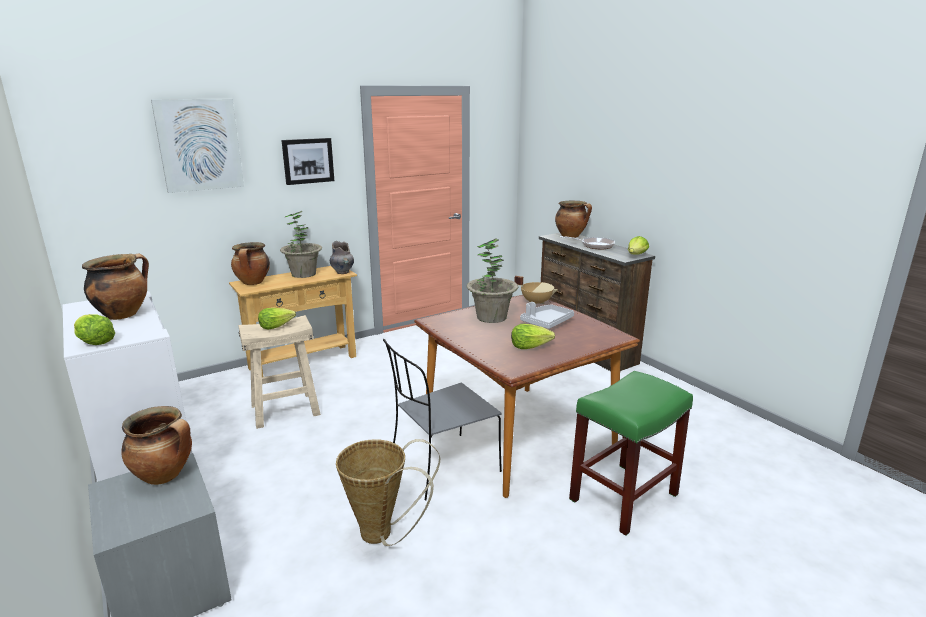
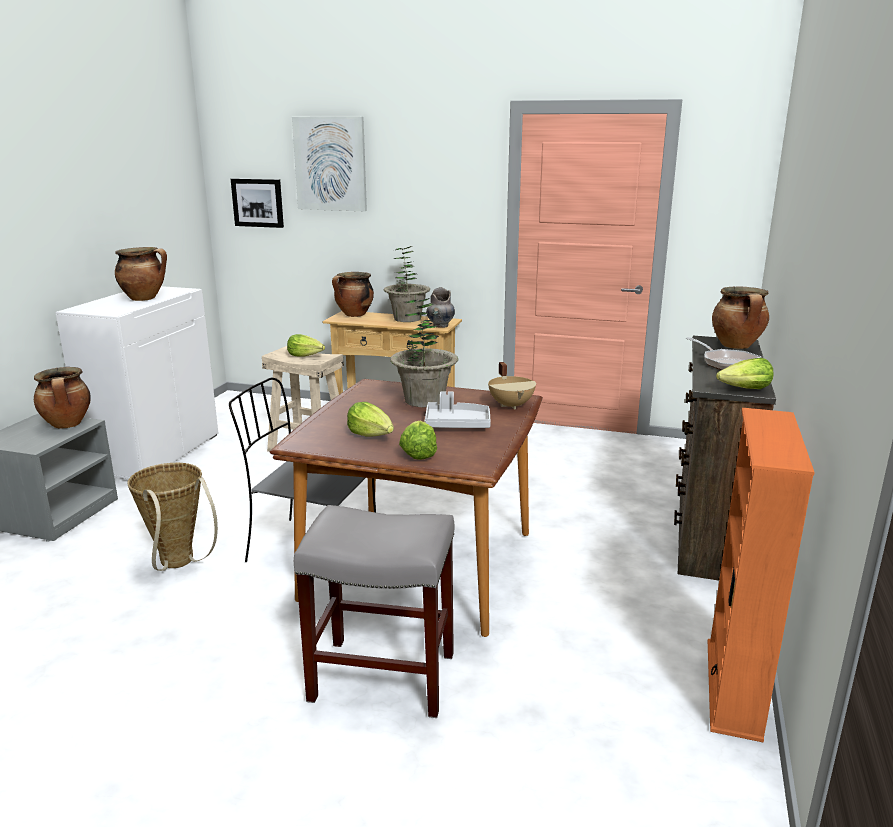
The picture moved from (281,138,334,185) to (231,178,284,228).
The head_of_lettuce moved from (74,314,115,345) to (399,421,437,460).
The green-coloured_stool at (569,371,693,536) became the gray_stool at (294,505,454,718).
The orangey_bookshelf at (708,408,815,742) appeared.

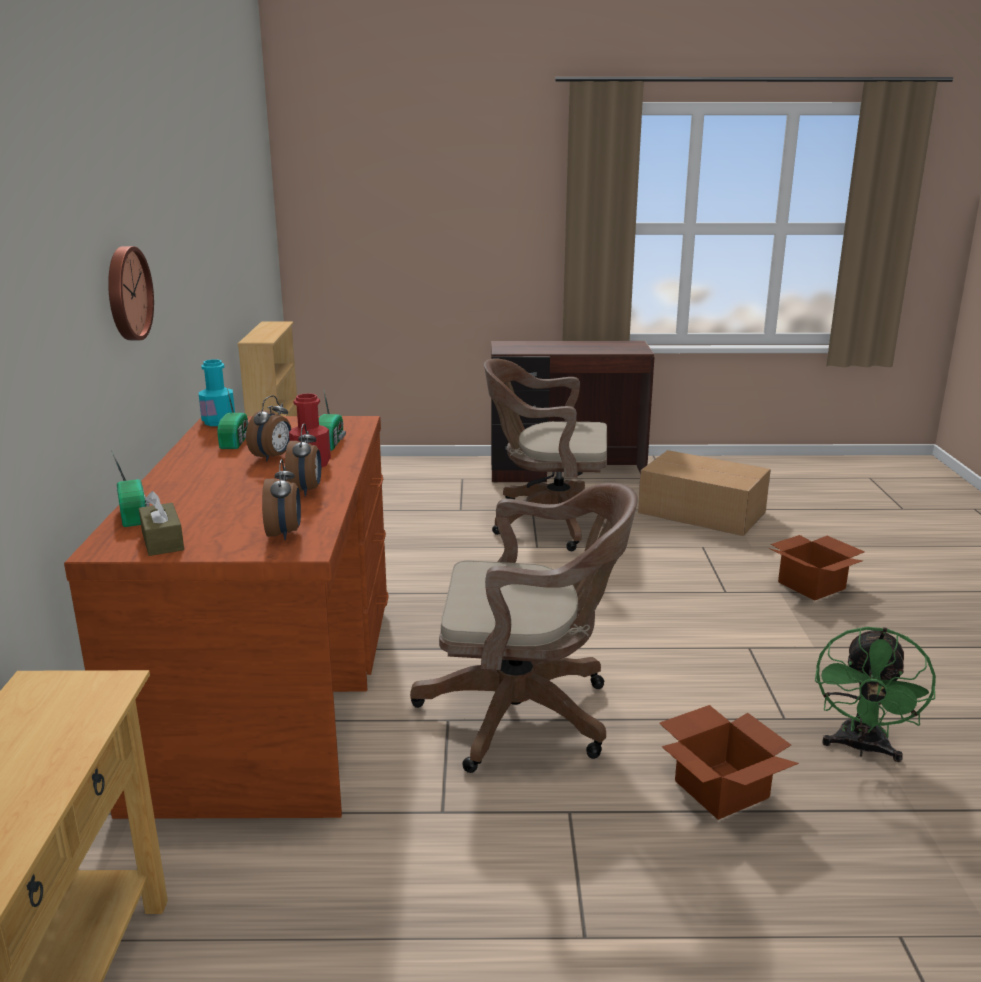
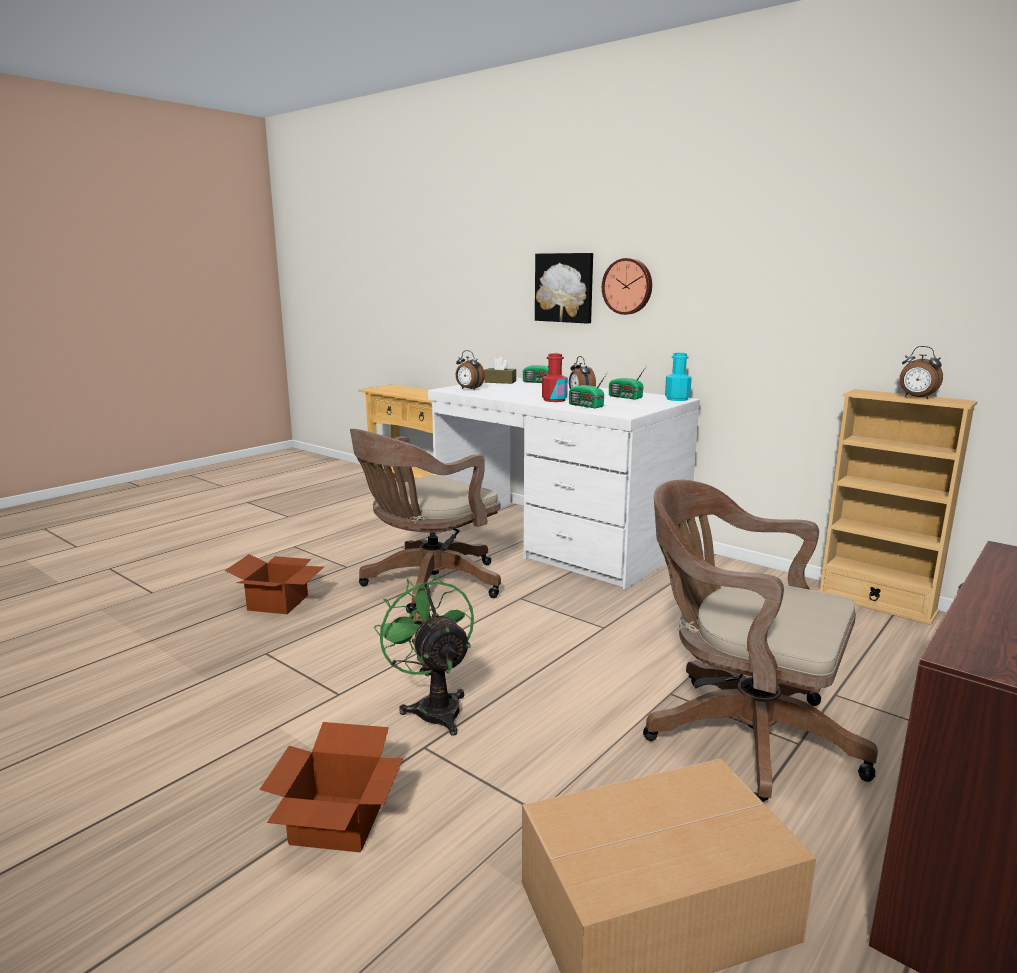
The brown-coloured_office_chair at (484,358,607,551) turned 105 degrees counterclockwise.
The brown-coloured_desk_unit at (64,416,389,819) became the white_desk_unit at (428,378,700,590).
The bedside_clock moved from (285,423,321,496) to (900,346,943,399).
The green-coloured_electric_fan moved from (815,627,936,762) to (374,575,474,736).
The picture at (535,253,593,324) appeared.

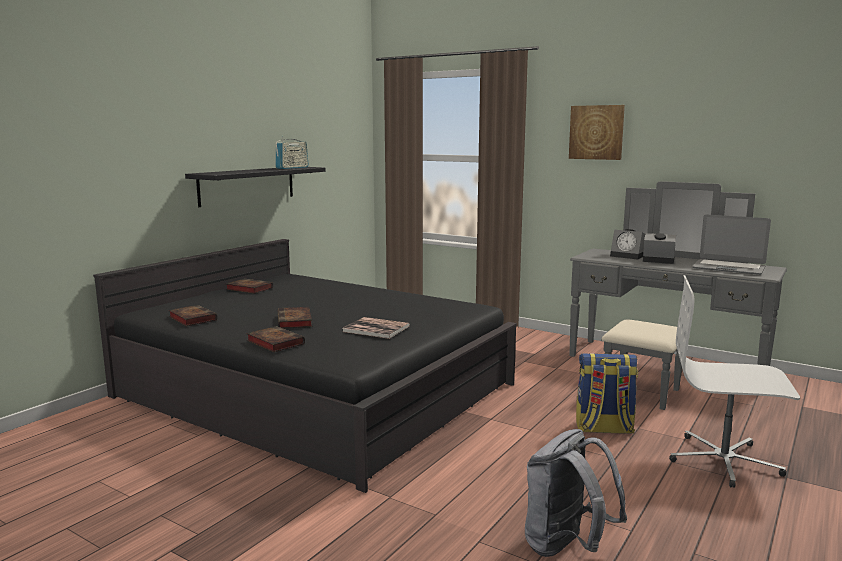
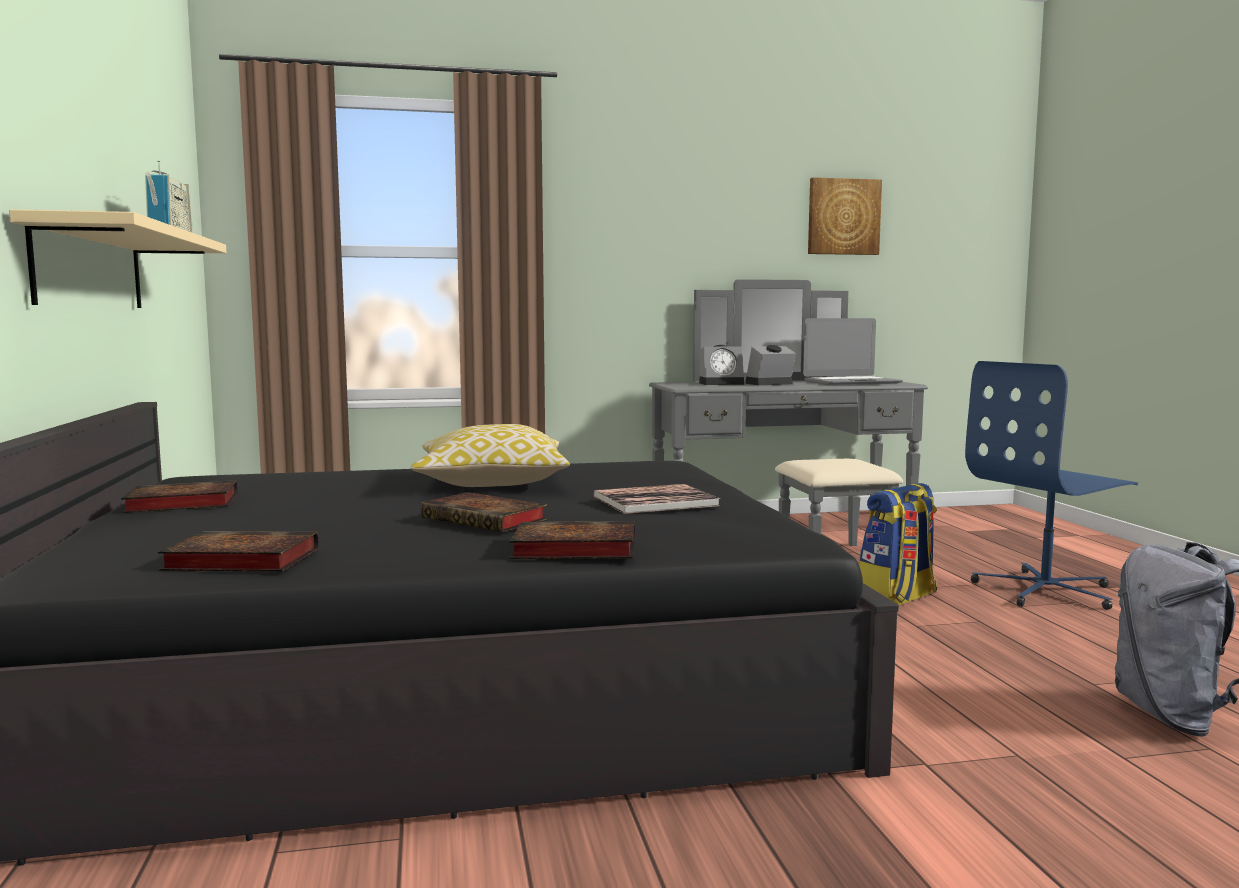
The picture moved from (569,105,625,160) to (808,177,882,255).
The blackish_bracket_shelf at (185,167,326,207) became the beige-coloured_bracket_shelf at (9,209,227,308).
The white_office_chair at (669,275,800,488) became the blue-coloured_office_chair at (965,361,1138,610).
The cushion at (411,424,570,487) appeared.

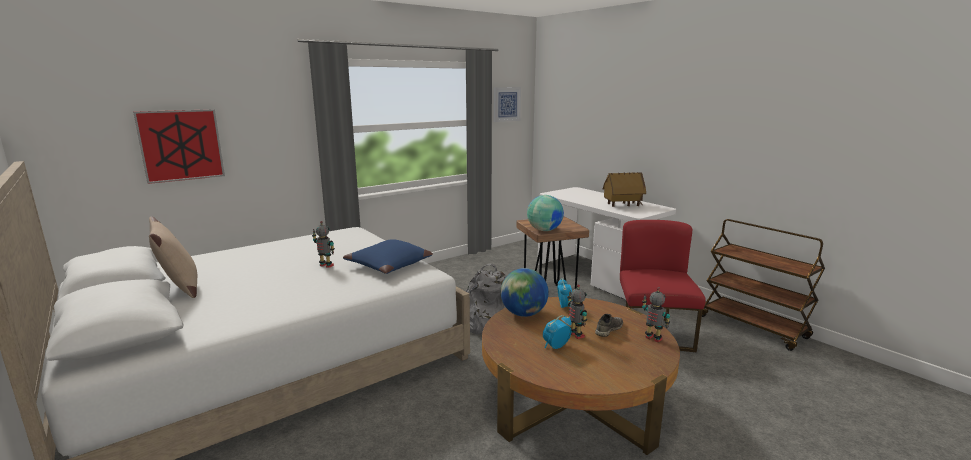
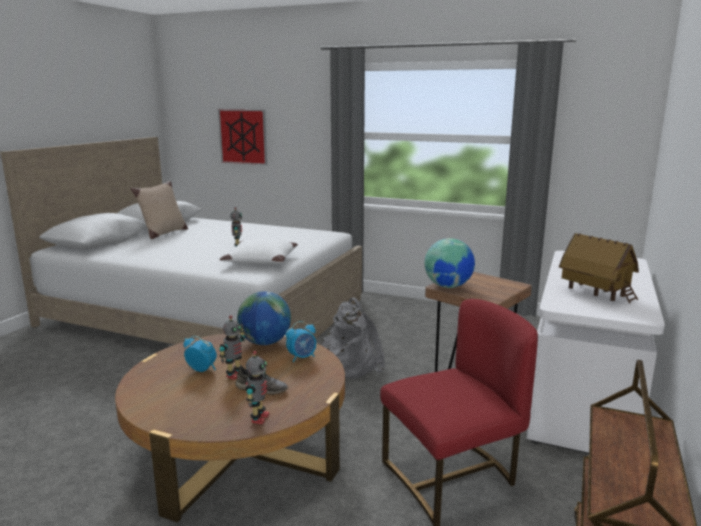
The picture at (494,87,521,122) disappeared.
The blue-coloured_cushion at (343,239,433,274) became the white_cushion at (220,239,298,265).

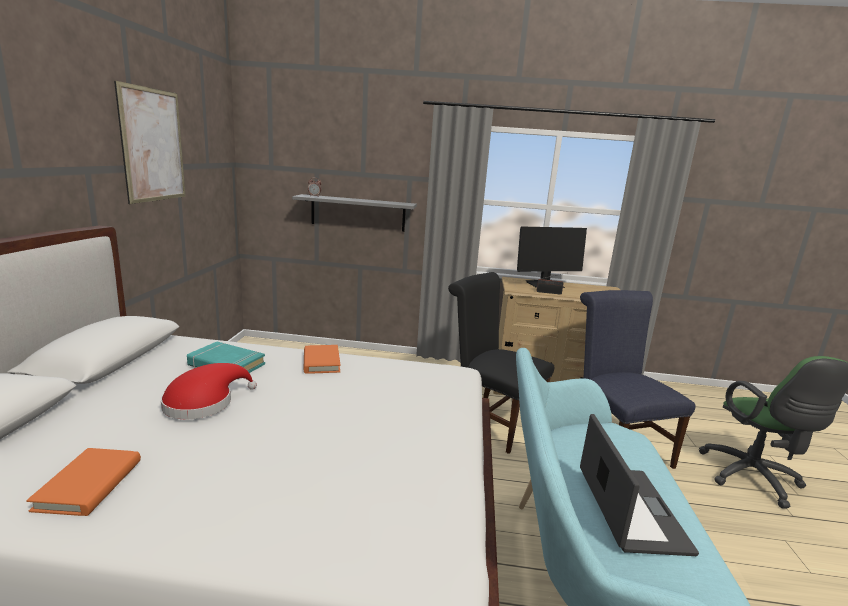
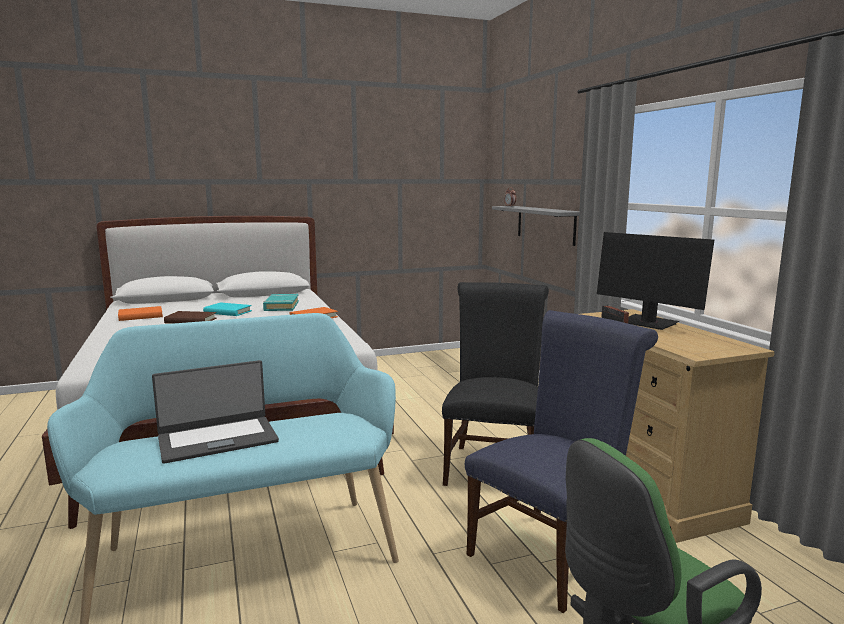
The picture at (114,80,186,204) disappeared.
The reddish_clothing_hat at (161,363,257,419) was replaced by the turquoise_book at (203,303,252,316).
The brown-coloured_book at (164,311,216,324) appeared.

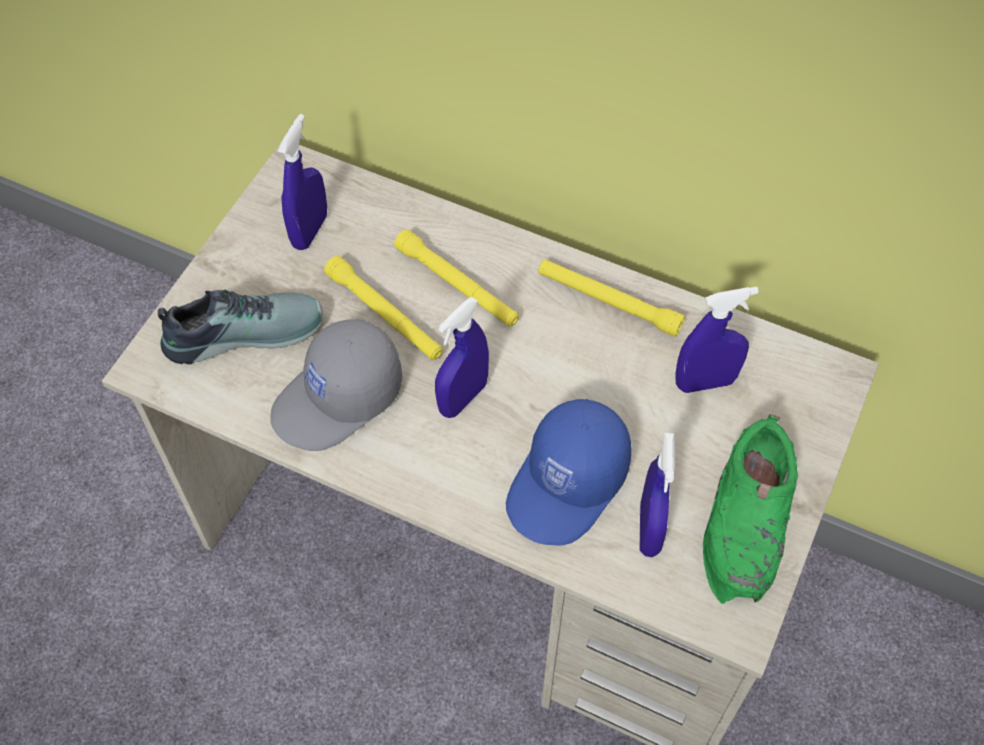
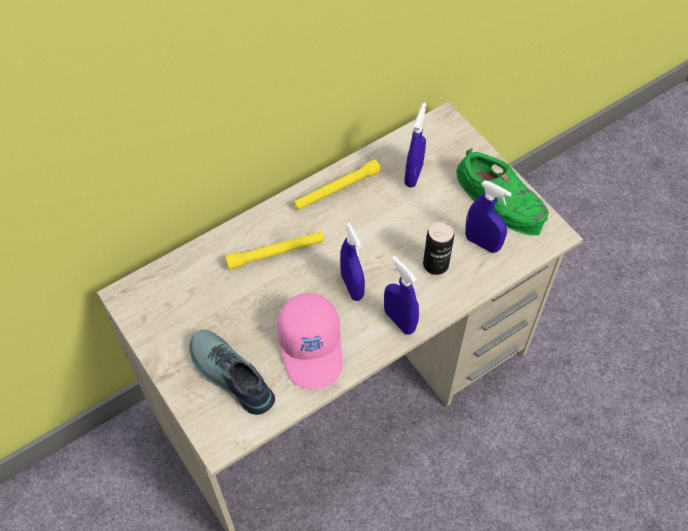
The blue-coloured_hand_sprayer moved from (278,114,327,250) to (384,256,419,335).
The yellow_flashlight at (324,256,443,360) disappeared.
The item_of_footwear at (158,290,323,364) turned 60 degrees counterclockwise.
The gray_cap at (270,319,402,451) became the pink-coloured_cap at (277,293,343,390).
The blue-coloured_cap at (506,399,632,546) was replaced by the metal_can at (423,221,454,275).

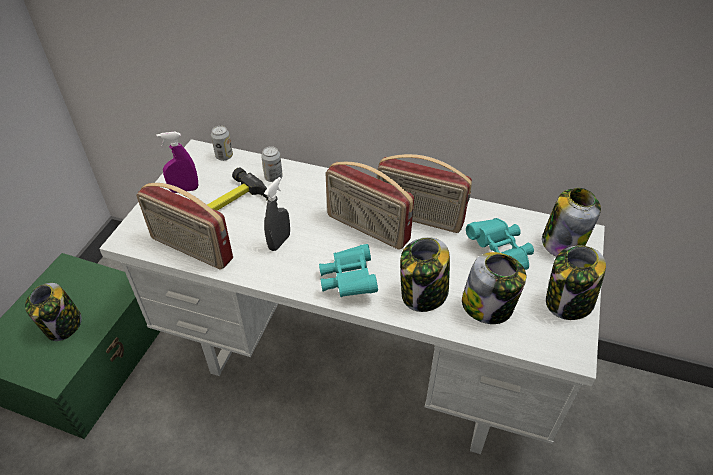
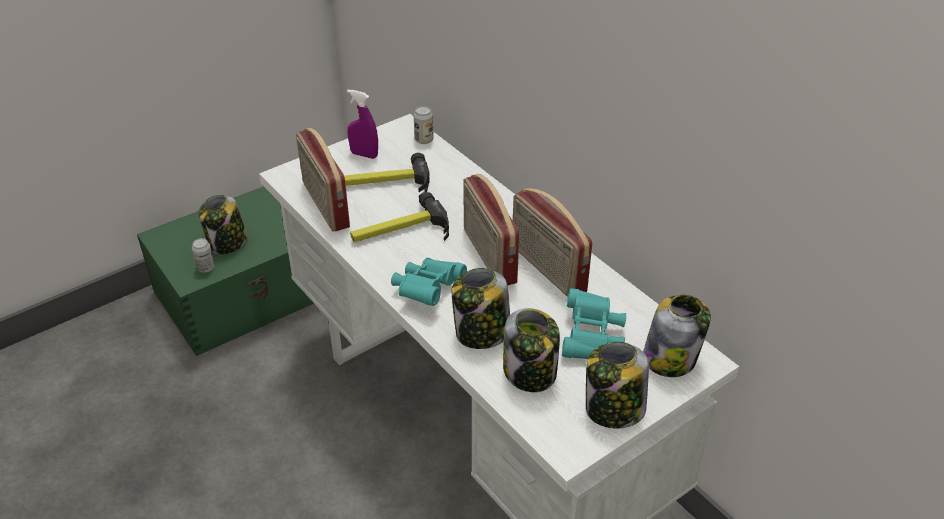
The metal_can moved from (261,146,283,182) to (192,238,215,273).
The gray_hand_sprayer at (264,177,290,251) was replaced by the hammer at (350,192,449,242).

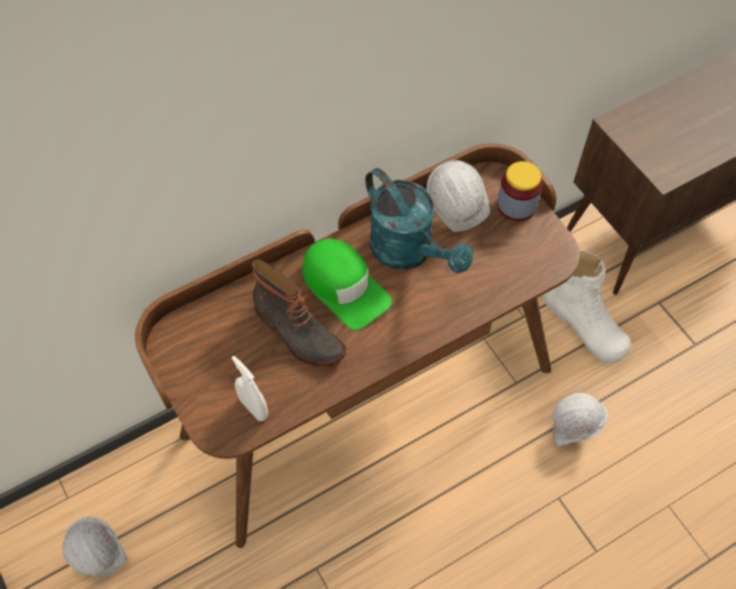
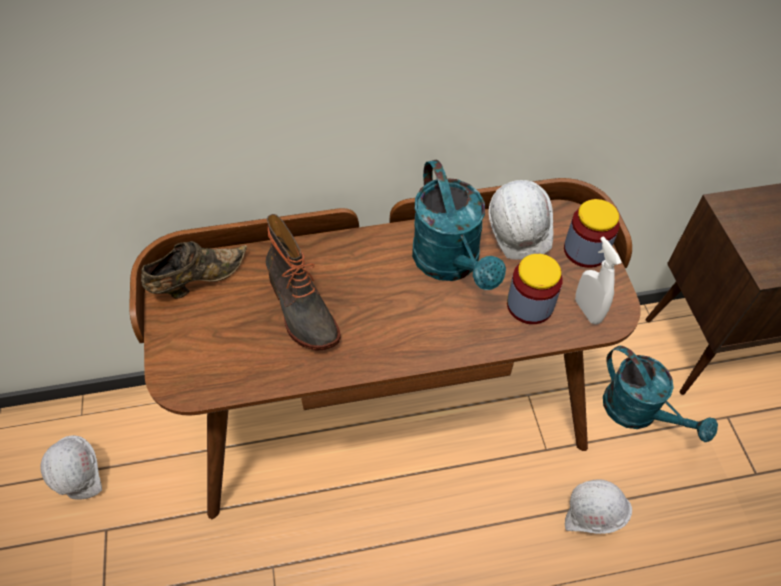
The green-coloured_cap at (302,239,392,330) disappeared.
The white_boot at (543,250,631,363) was replaced by the turquoise_watering_pot at (603,346,718,442).
The white_hand_sprayer moved from (231,356,268,421) to (575,236,622,324).
The brown-coloured_item_of_footwear at (141,241,247,299) appeared.
The jar at (507,254,563,324) appeared.

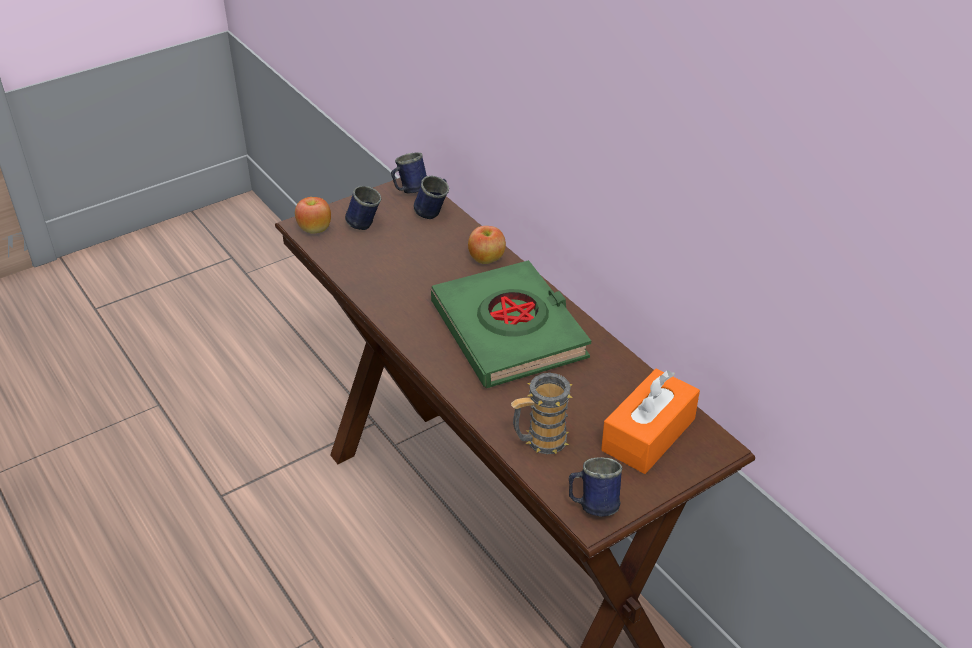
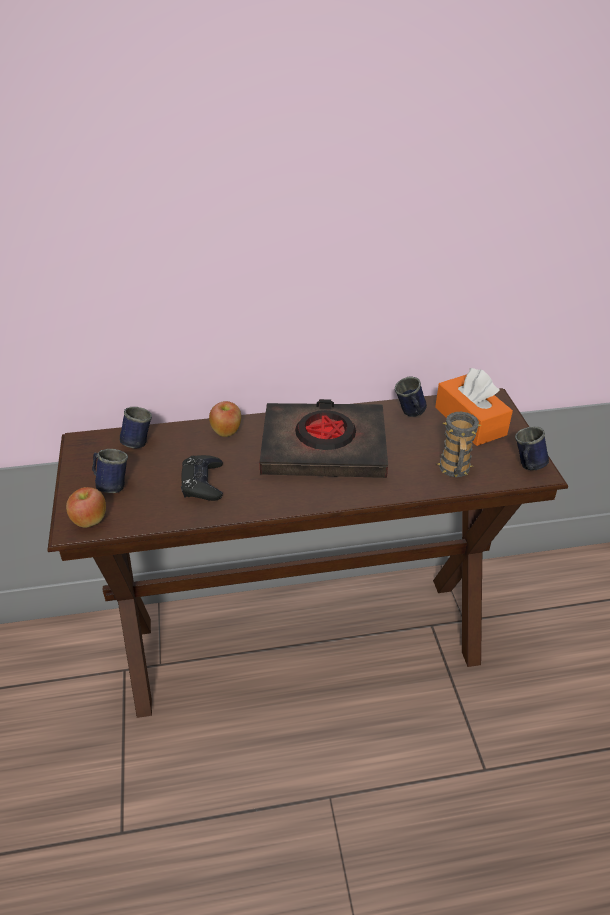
The blue-coloured_coffee_mug moved from (391,152,427,193) to (395,377,427,417).
The green-coloured_book at (431,260,591,388) became the blackish_book at (260,399,388,478).
The blackish_gamepad at (181,455,223,501) appeared.

